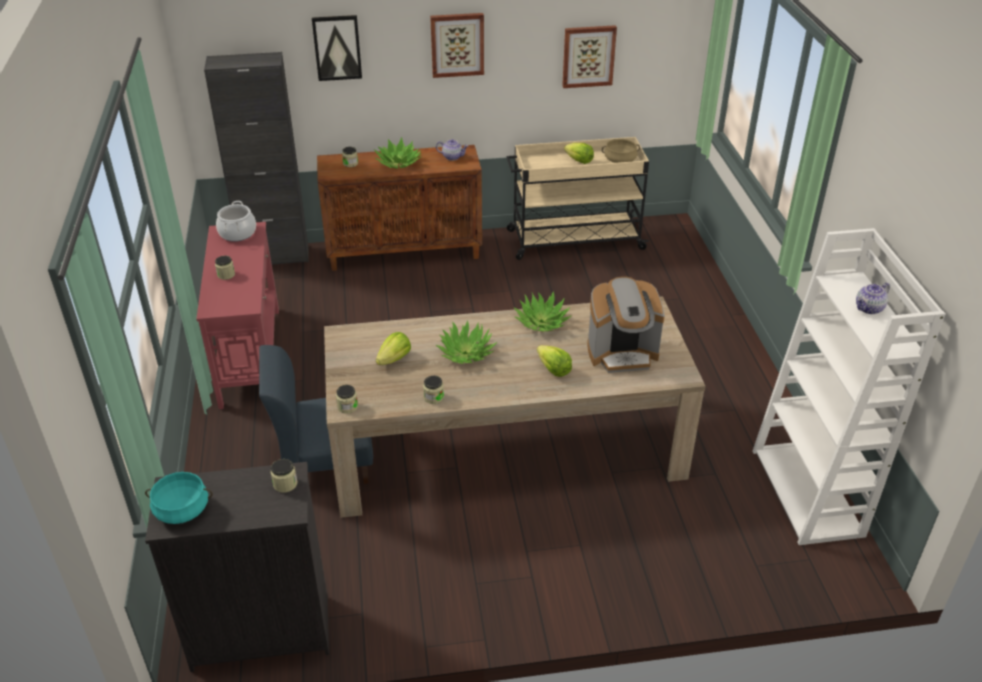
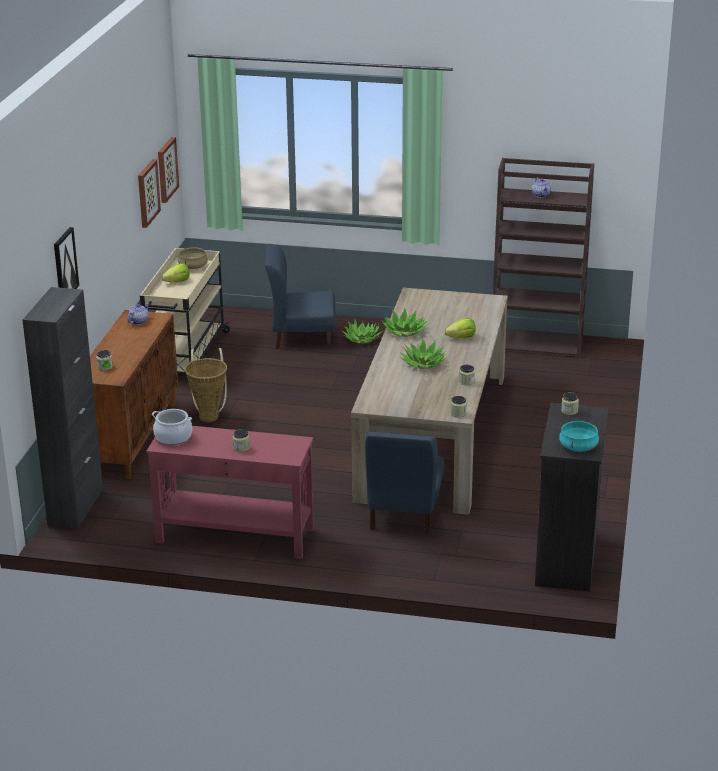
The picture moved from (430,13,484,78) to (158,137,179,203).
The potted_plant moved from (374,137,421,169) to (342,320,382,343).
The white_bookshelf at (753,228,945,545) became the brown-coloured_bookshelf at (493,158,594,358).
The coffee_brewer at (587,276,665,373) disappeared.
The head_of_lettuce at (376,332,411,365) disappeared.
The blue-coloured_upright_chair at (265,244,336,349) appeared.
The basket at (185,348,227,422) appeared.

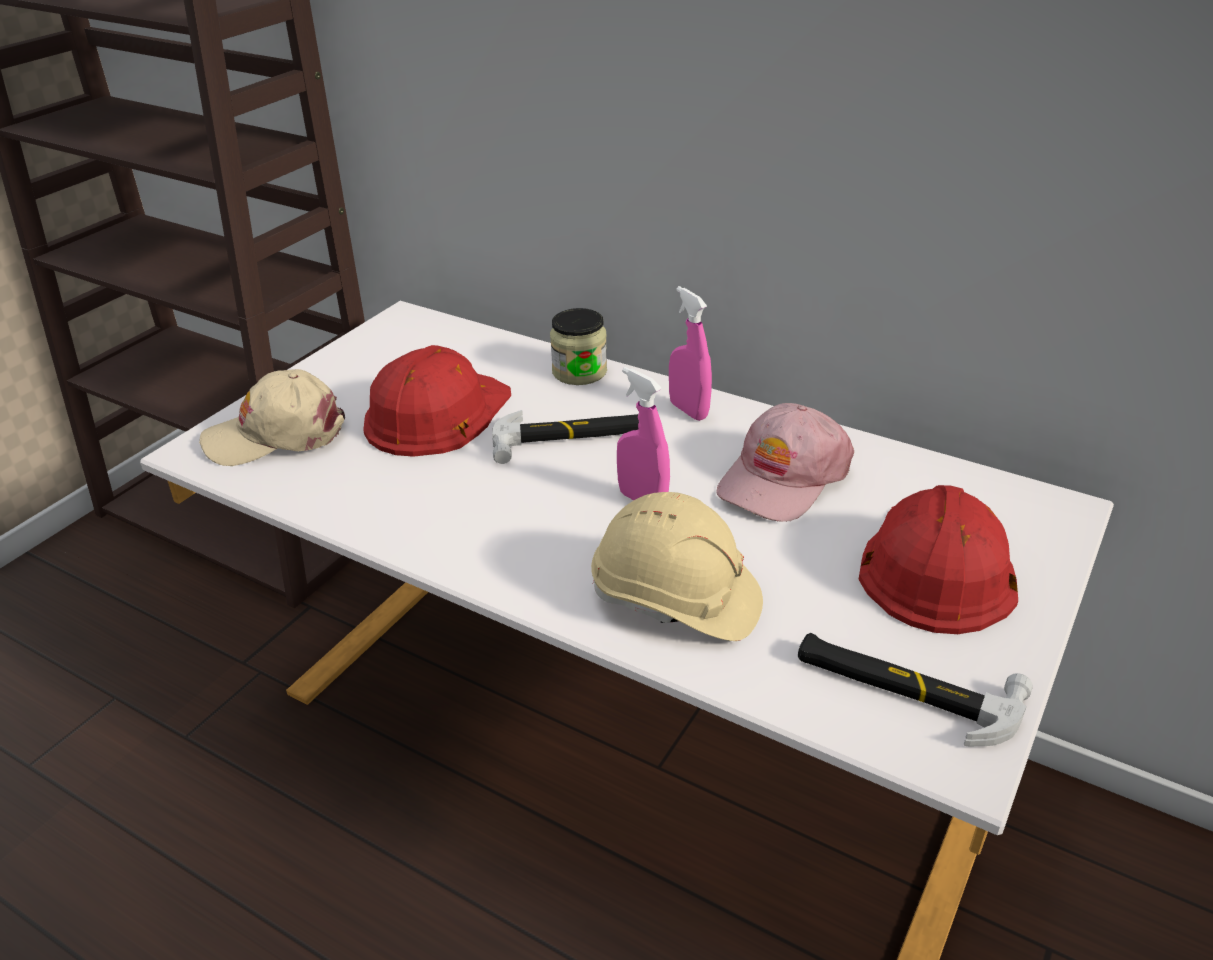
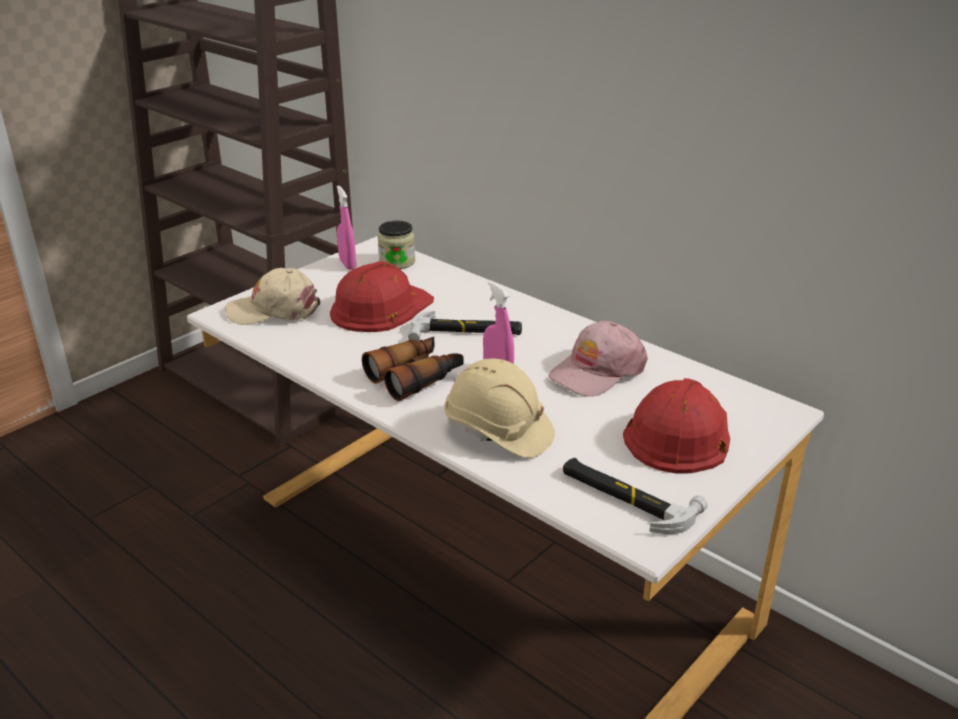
The pink-coloured_hand_sprayer moved from (669,286,712,421) to (337,185,356,270).
The jar moved from (550,308,607,385) to (378,221,415,269).
The field_glasses at (362,337,463,401) appeared.

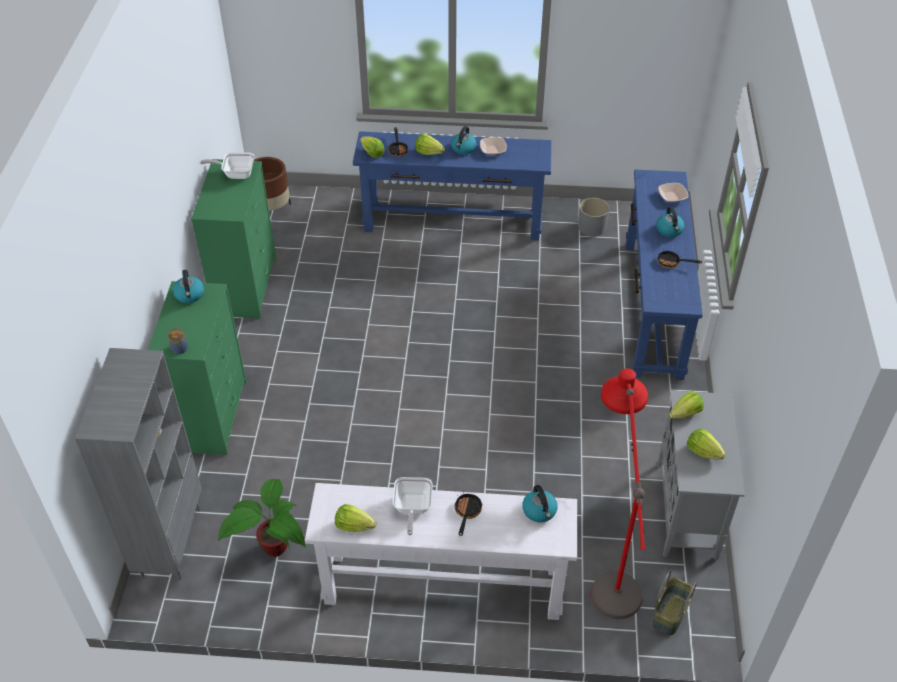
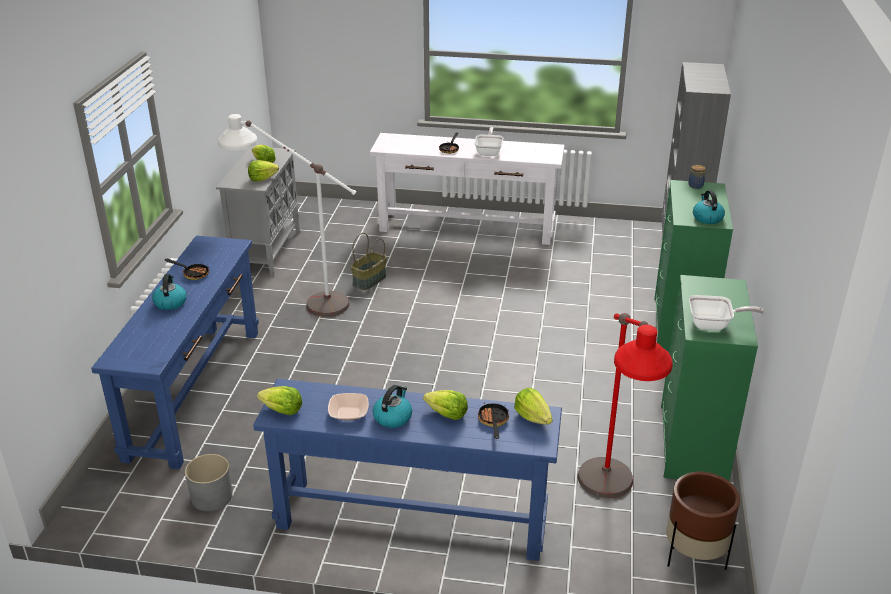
The bowl at (658,183,688,202) disappeared.
The reddish_floor_lamp moved from (590,368,648,619) to (578,313,673,498).
The potted_plant at (218,479,306,557) disappeared.
The kettle at (522,485,557,523) disappeared.
The head_of_lettuce moved from (335,504,376,532) to (257,386,302,415).
The basket moved from (652,570,697,636) to (351,233,387,290).
The white_floor_lamp at (218,114,357,317) appeared.

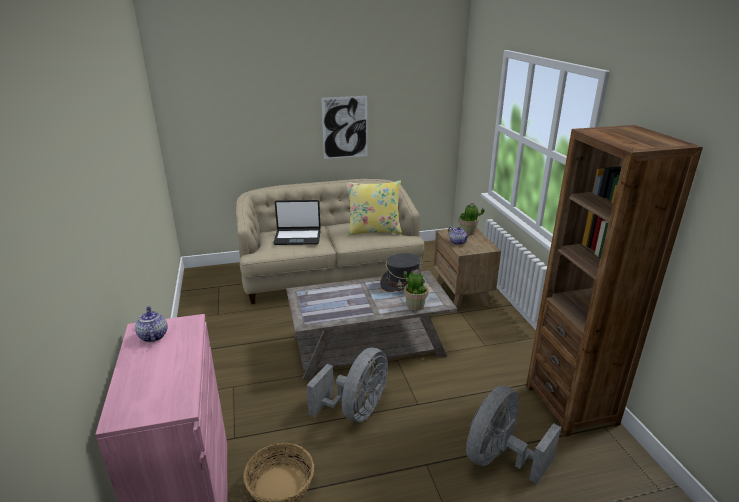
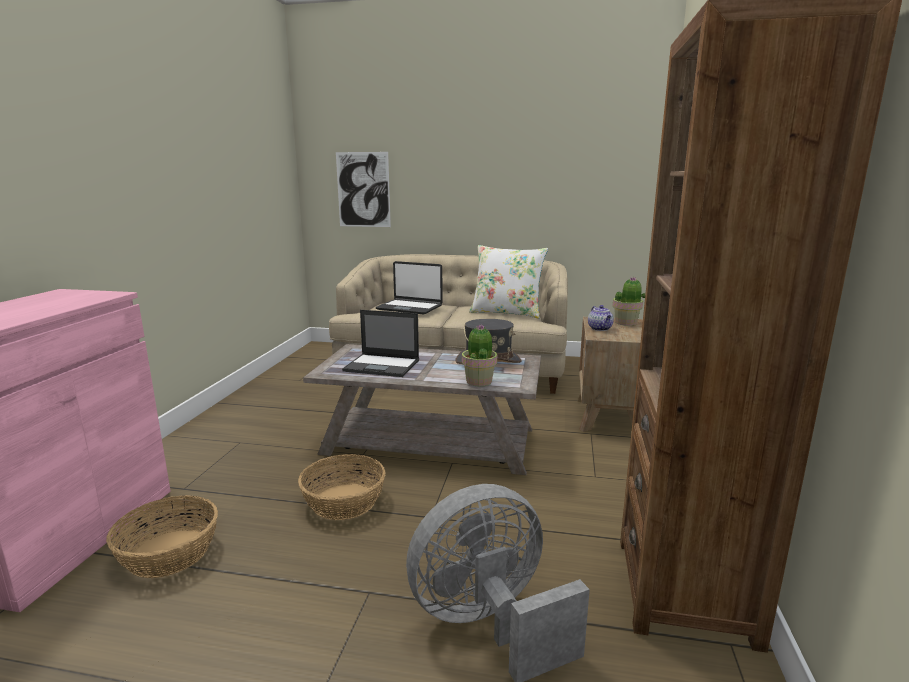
The picture moved from (321,96,367,159) to (336,152,391,227).
The yellow_cushion at (346,180,402,235) became the white_cushion at (469,245,548,319).
The pot_for_tea at (135,307,168,342) disappeared.
The gray_electric_fan at (307,348,388,422) was replaced by the basket at (298,454,385,520).
The notebook_computer at (342,310,419,377) appeared.

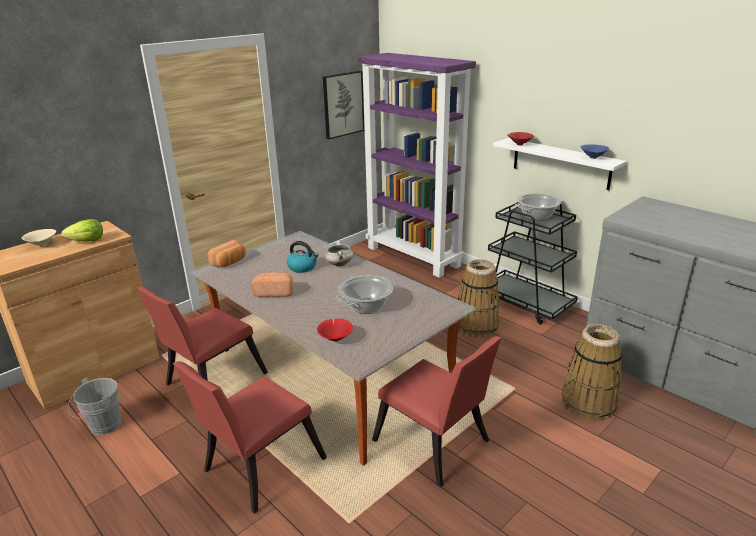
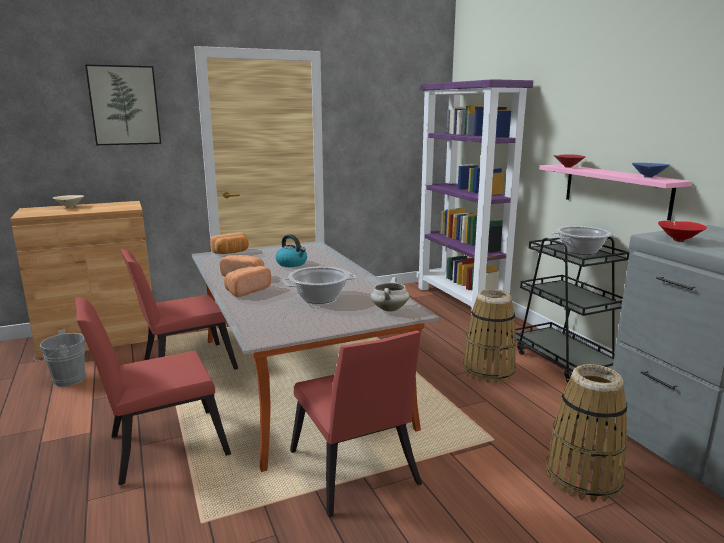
The picture moved from (323,71,364,139) to (85,64,161,145).
The white_bracket_shelf at (493,138,627,190) became the pink-coloured_bracket_shelf at (539,164,692,221).
The head_of_lettuce at (61,219,103,242) disappeared.
The white_saucepot moved from (325,240,354,266) to (371,277,409,311).
The reddish_bowl moved from (317,319,353,342) to (658,221,707,242).
The bakery_bread at (224,266,271,297) appeared.

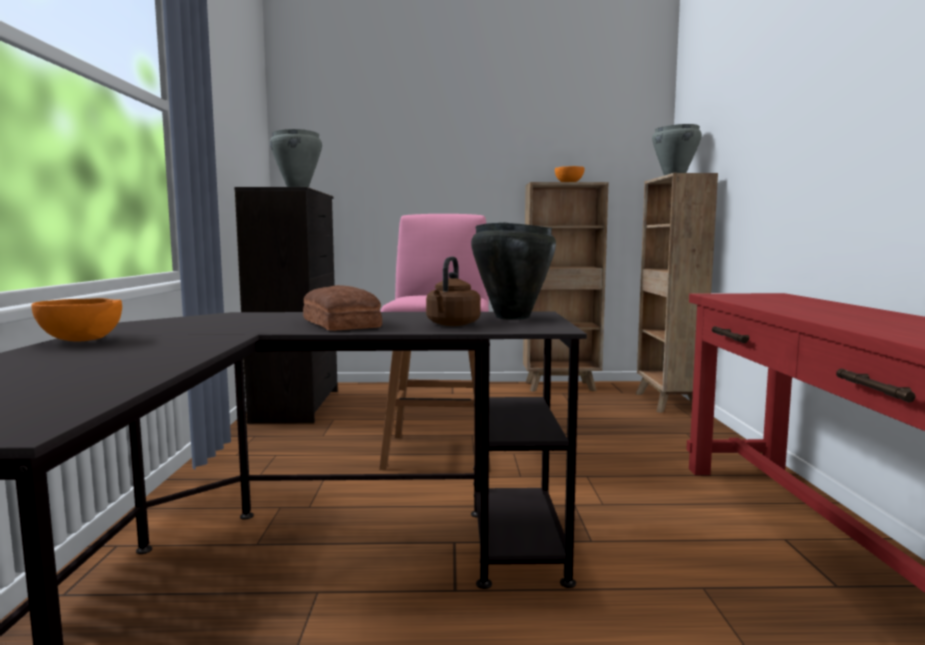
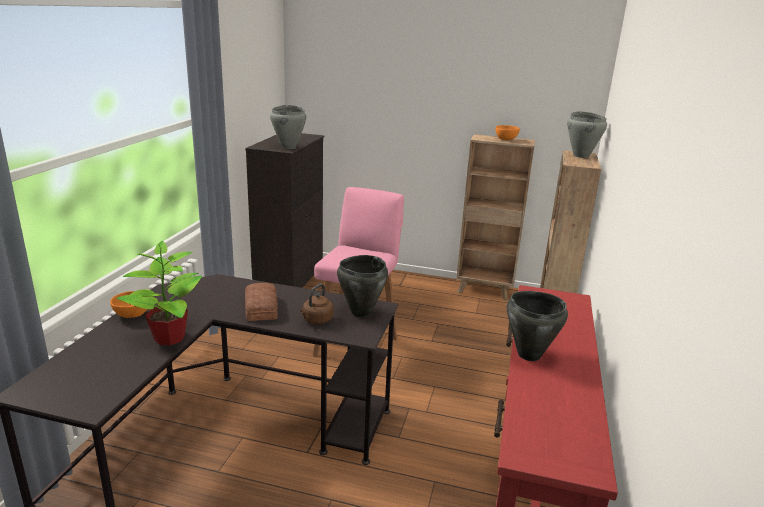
The potted_plant at (116,241,202,345) appeared.
The blackish_saucepot at (507,291,568,361) appeared.

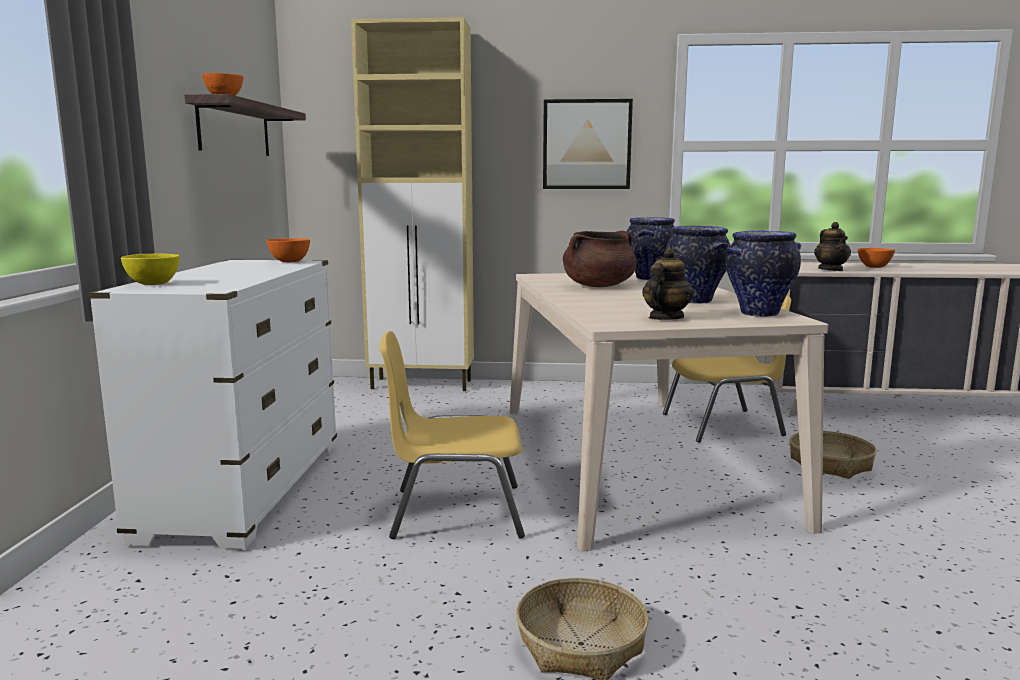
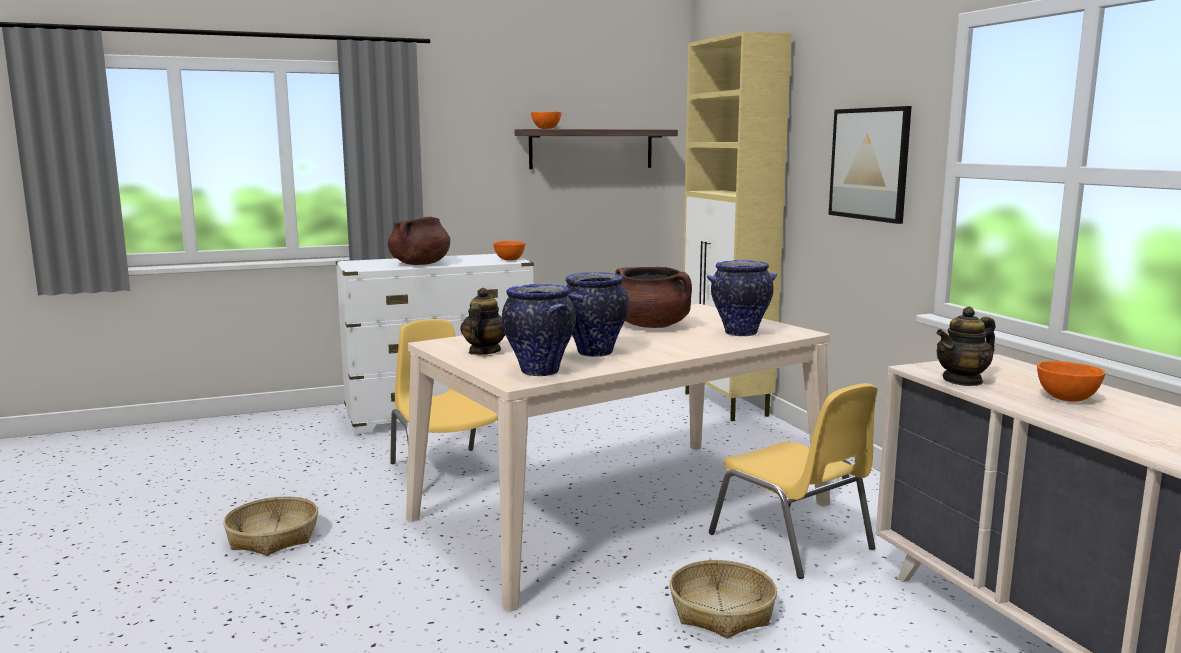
The pot_for_tea at (642,248,694,320) turned 90 degrees counterclockwise.
The yellow_bowl at (121,254,179,285) disappeared.
The brown-coloured_saucepot at (388,216,450,265) appeared.

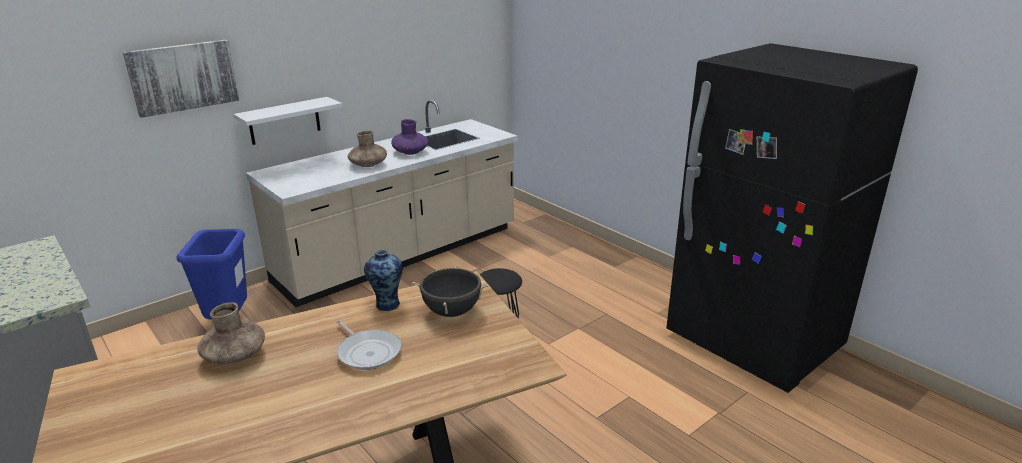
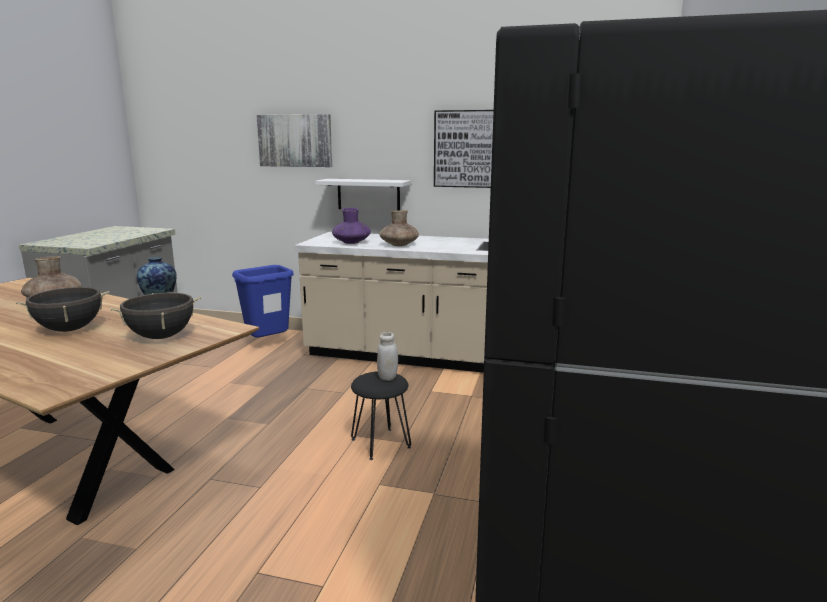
The purple-coloured_vase moved from (391,119,429,155) to (332,208,371,244).
The frying_pan at (337,320,402,370) was replaced by the blackish_saucepot at (16,287,109,332).
The picture at (434,110,494,188) appeared.
The white_jar at (377,332,398,381) appeared.

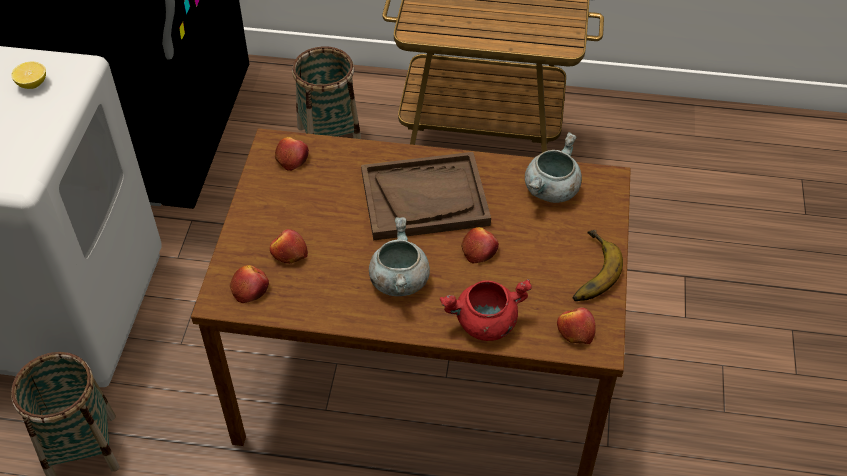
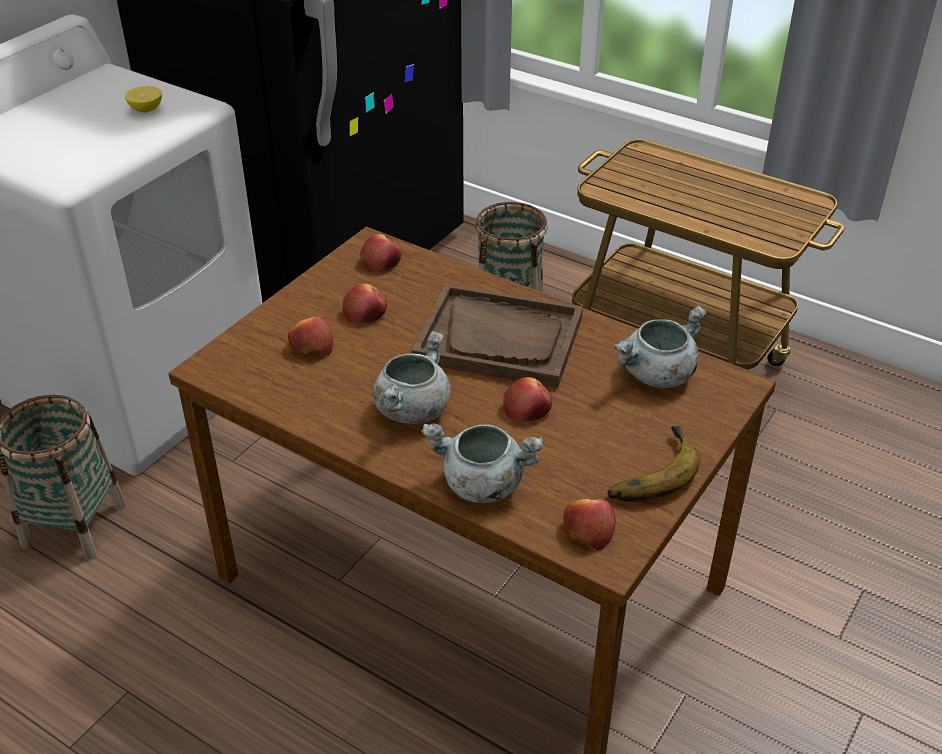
The apple moved from (230,265,269,303) to (342,283,387,323).
The reddish_saucepot at (440,279,532,341) became the gray_saucepot at (421,424,543,503).

